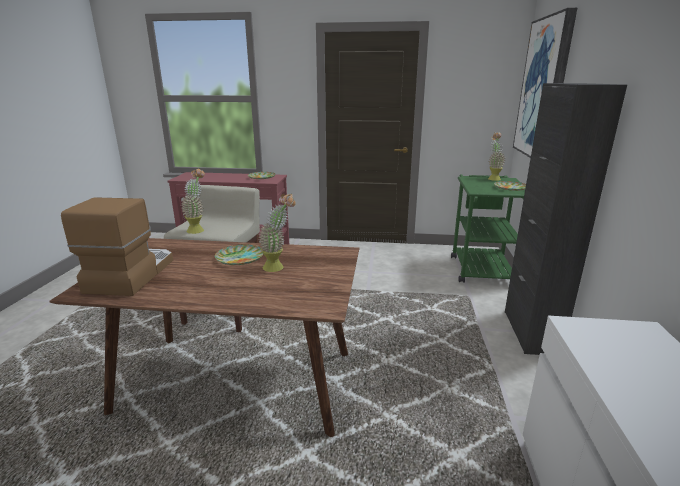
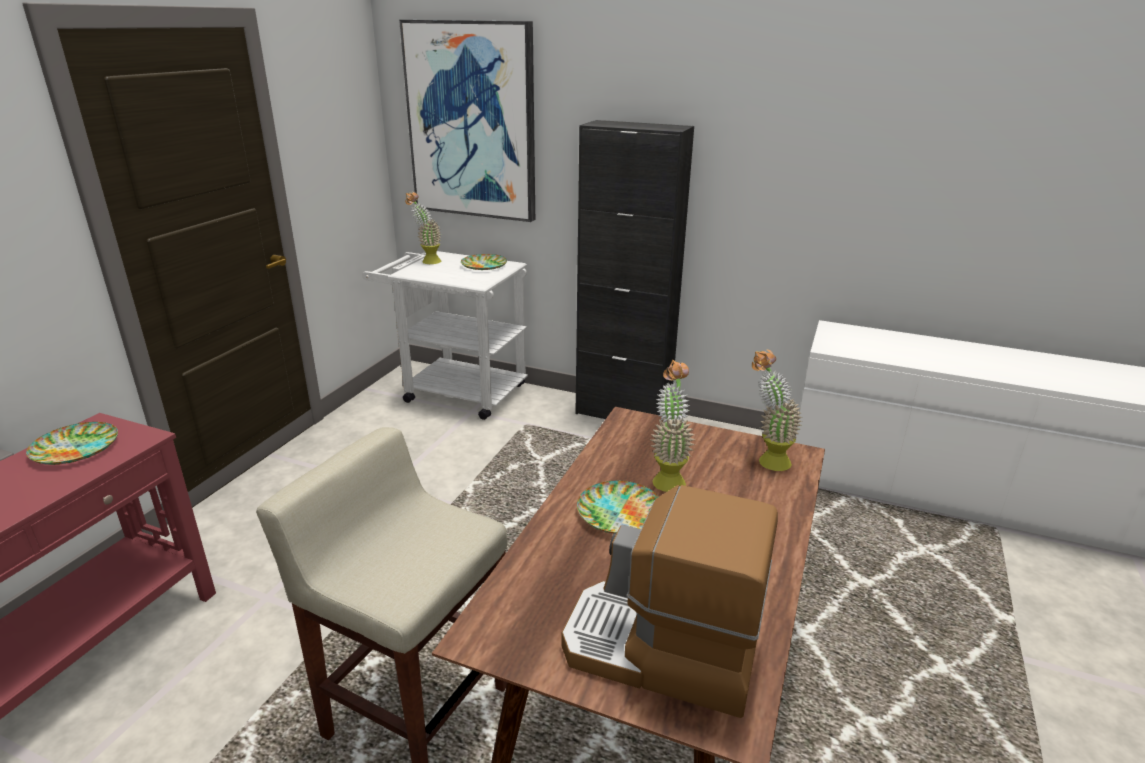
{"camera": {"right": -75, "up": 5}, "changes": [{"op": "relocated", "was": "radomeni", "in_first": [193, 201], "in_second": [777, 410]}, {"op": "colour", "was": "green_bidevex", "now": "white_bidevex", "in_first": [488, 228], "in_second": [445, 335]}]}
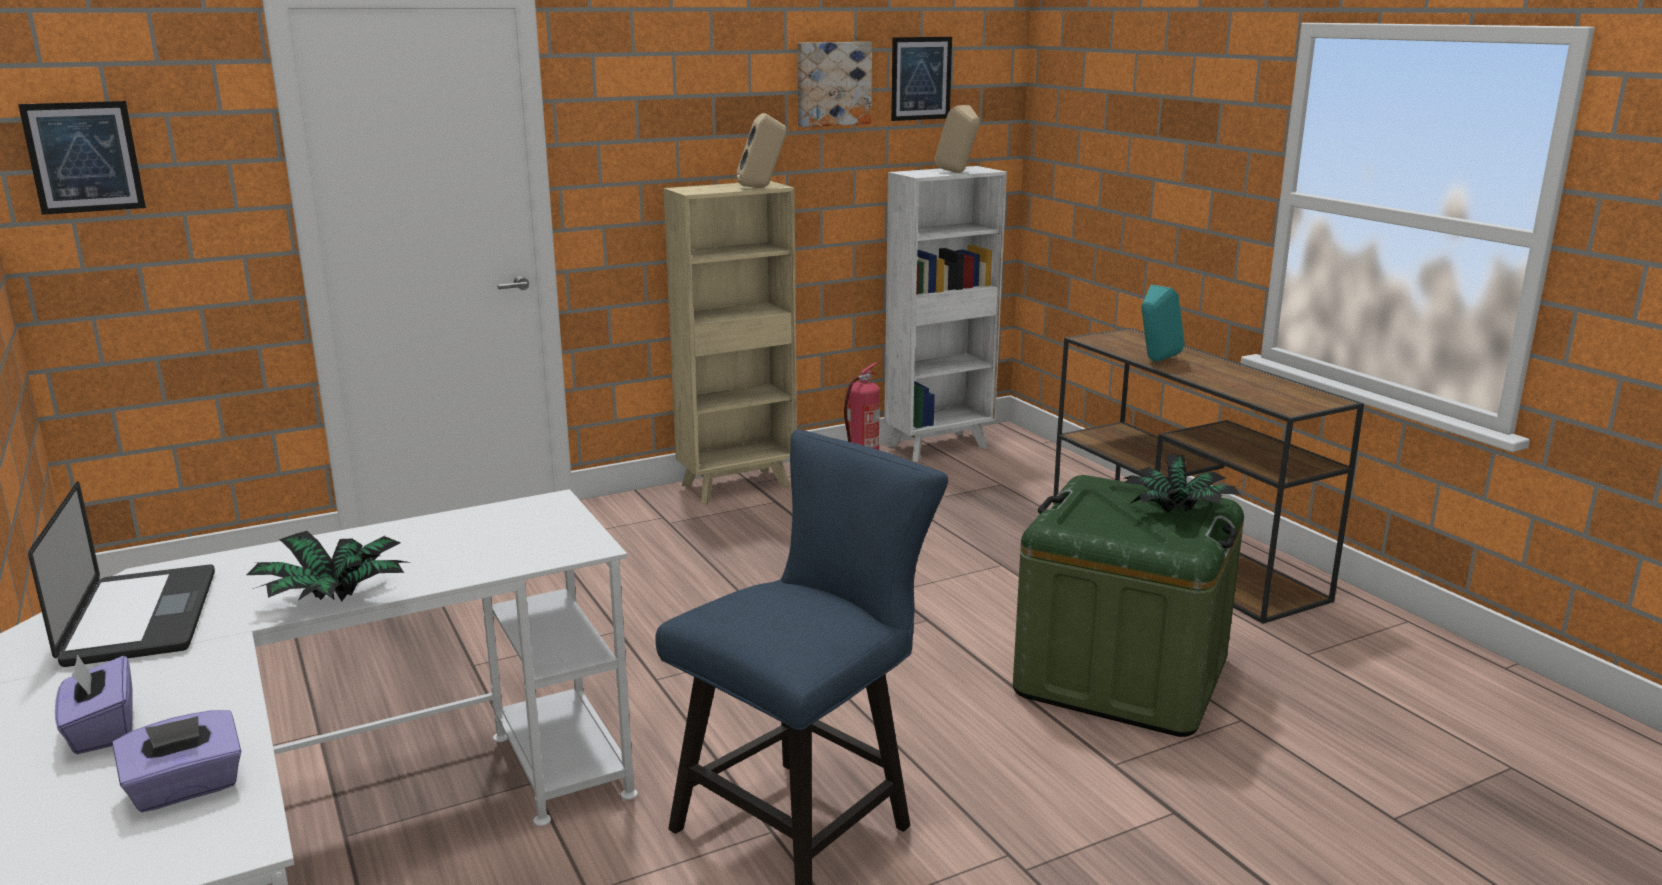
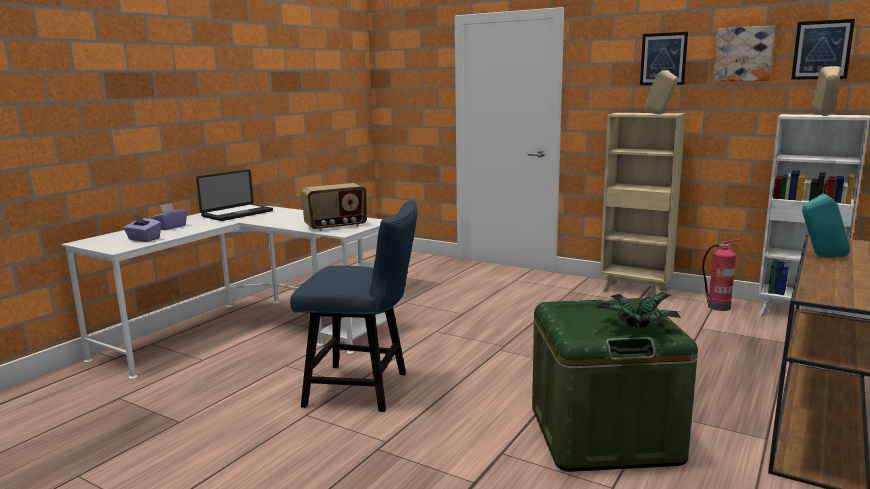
{"camera": {"right": 60, "up": -5}, "changes": [{"op": "missing", "was": "radomeni", "in_first": [327, 566]}, {"op": "appeared", "now": "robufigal", "in_second": [334, 207]}, {"op": "relocated", "was": "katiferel", "in_first": [82, 158], "in_second": [664, 58]}]}
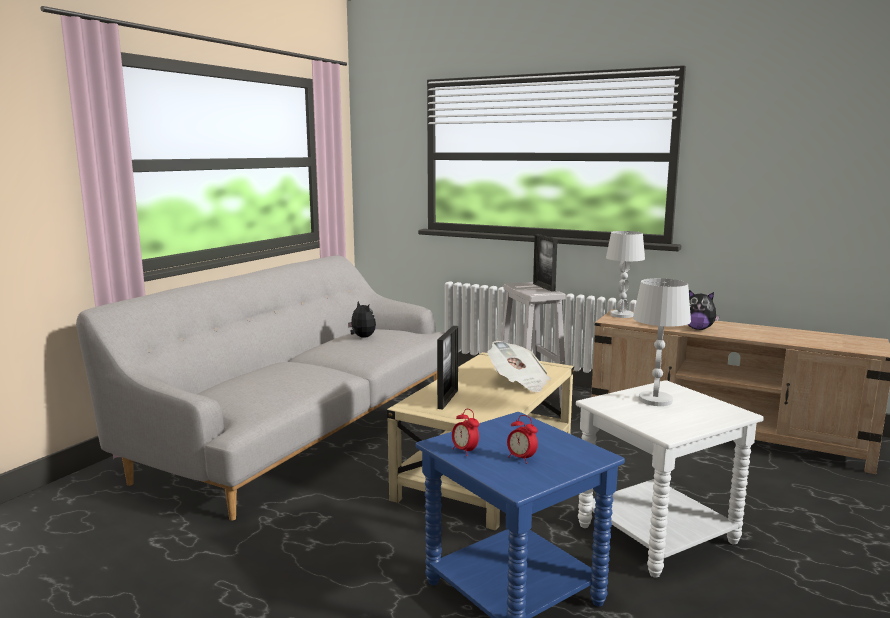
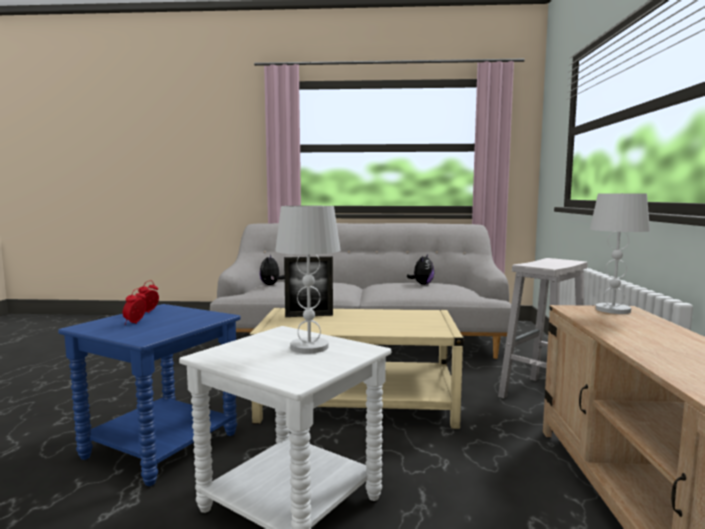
{"camera": {"right": 65, "up": -5}, "changes": [{"op": "missing", "was": "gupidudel", "in_first": [519, 367]}, {"op": "missing", "was": "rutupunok", "in_first": [545, 263]}, {"op": "relocated", "was": "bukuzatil", "in_first": [704, 310], "in_second": [272, 270]}]}
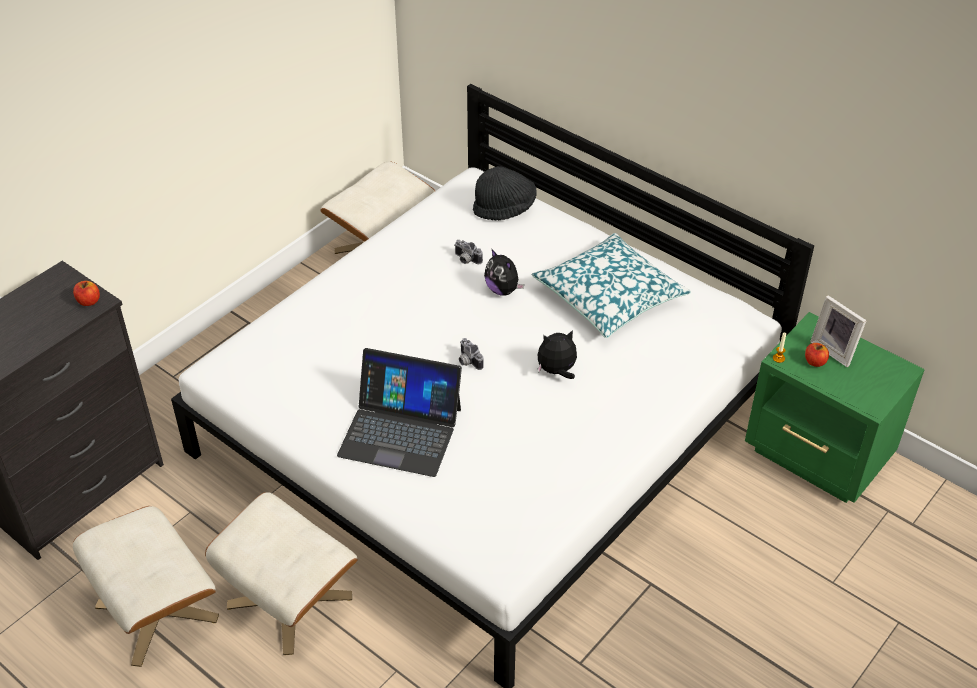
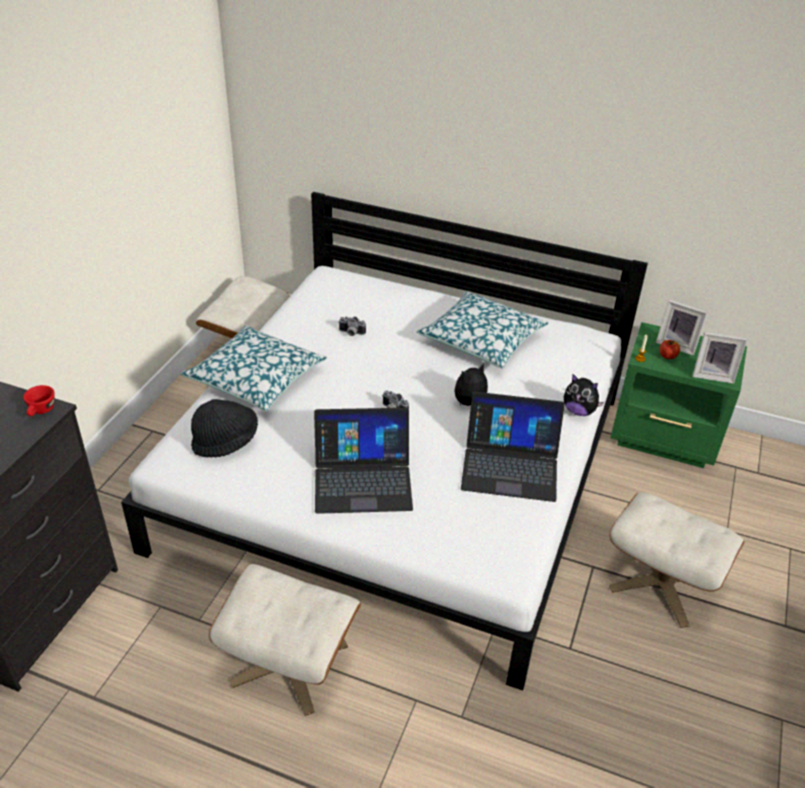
{"camera": {"right": -20, "up": -5}, "changes": [{"op": "appeared", "now": "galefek", "in_second": [254, 368]}, {"op": "appeared", "now": "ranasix", "in_second": [513, 447]}, {"op": "appeared", "now": "rutupunok", "in_second": [719, 358]}, {"op": "relocated", "was": "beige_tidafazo", "in_first": [146, 586], "in_second": [677, 560]}, {"op": "relocated", "was": "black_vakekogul", "in_first": [505, 193], "in_second": [224, 428]}, {"op": "relocated", "was": "bukuzatil", "in_first": [504, 272], "in_second": [584, 395]}, {"op": "exchanged", "was": "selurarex", "now": "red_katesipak", "in_first": [86, 293], "in_second": [39, 400]}]}
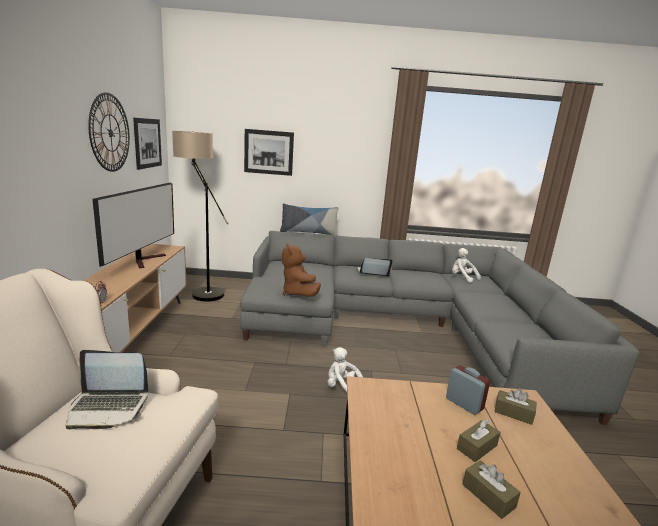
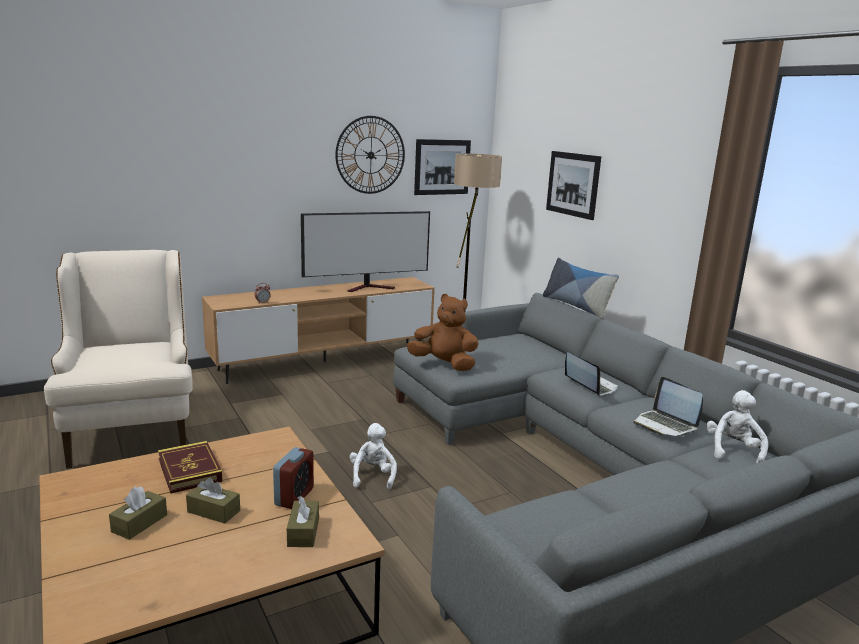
{"camera": {"right": 60, "up": 0}, "changes": [{"op": "appeared", "now": "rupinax", "in_second": [190, 467]}, {"op": "relocated", "was": "ranasix", "in_first": [107, 389], "in_second": [668, 407]}, {"op": "spun", "was": "brown_bukuzatil", "in_first": [301, 270], "in_second": [443, 332], "clockwise": 75}]}
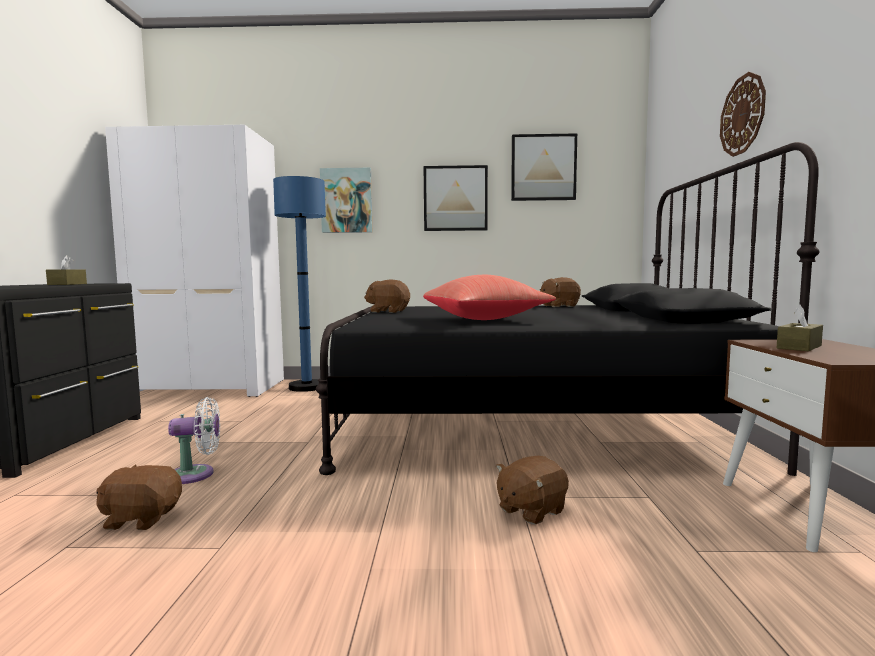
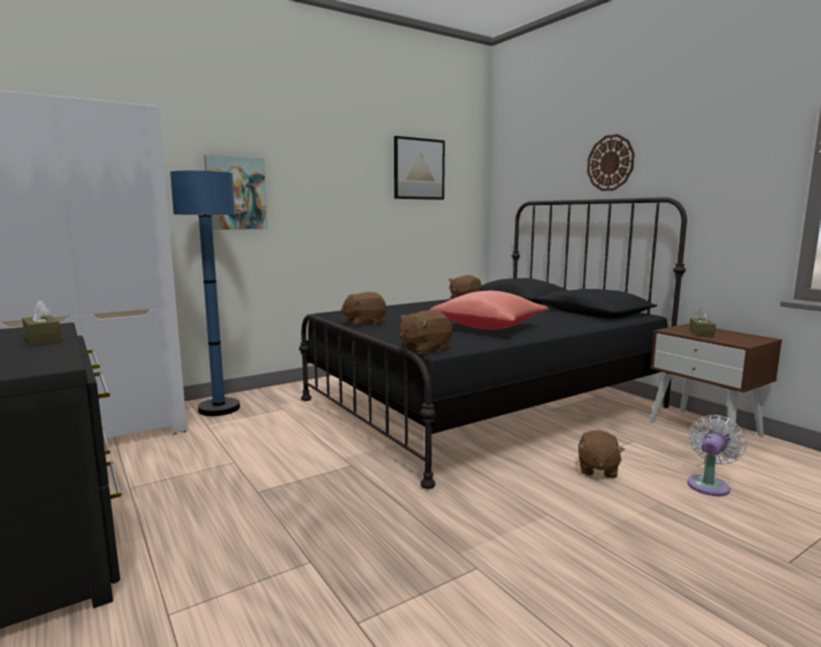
{"camera": {"right": -35, "up": 5}, "changes": [{"op": "missing", "was": "katiferel", "in_first": [456, 198]}, {"op": "relocated", "was": "brown_bukuzatil", "in_first": [139, 497], "in_second": [426, 332]}, {"op": "relocated", "was": "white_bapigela", "in_first": [194, 440], "in_second": [717, 455]}]}
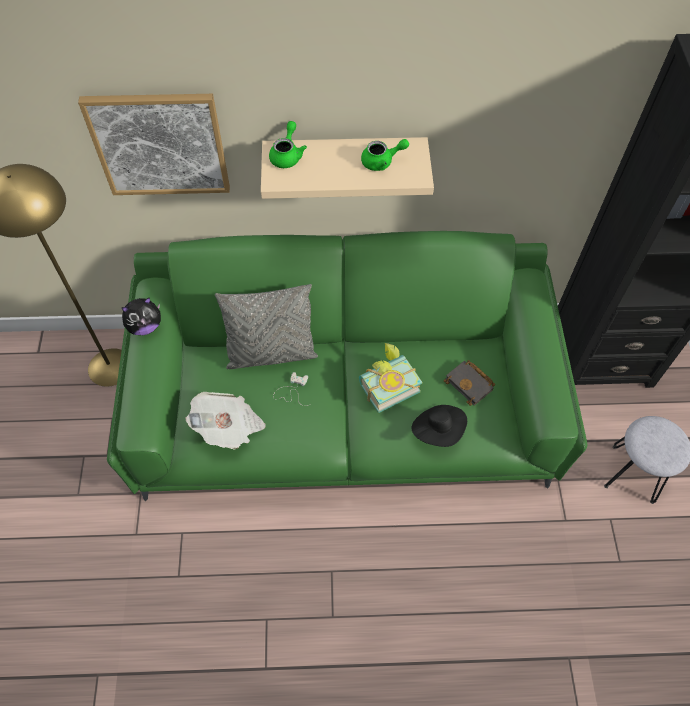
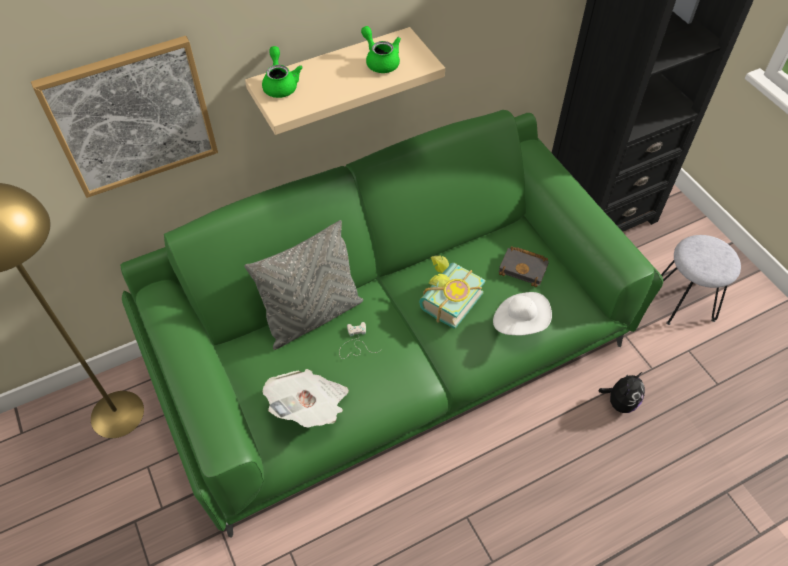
{"camera": {"right": -25, "up": -5}, "changes": [{"op": "relocated", "was": "bukuzatil", "in_first": [141, 316], "in_second": [621, 392]}, {"op": "colour", "was": "black_vakekogul", "now": "white_vakekogul", "in_first": [439, 426], "in_second": [522, 313]}, {"op": "spun", "was": "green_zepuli", "in_first": [385, 155], "in_second": [381, 49], "clockwise": -90}]}
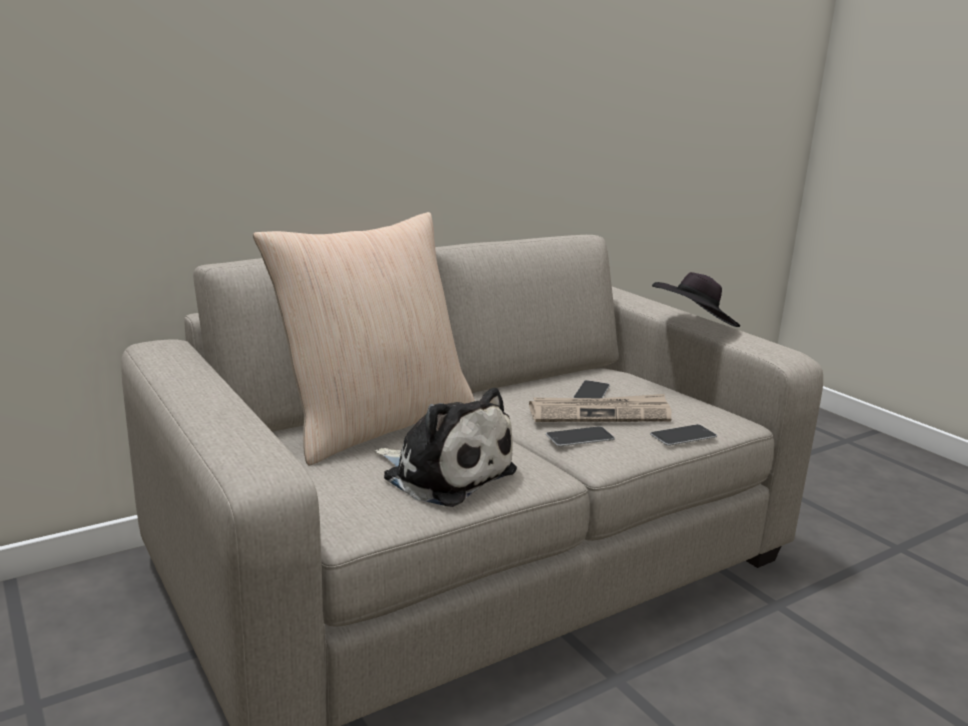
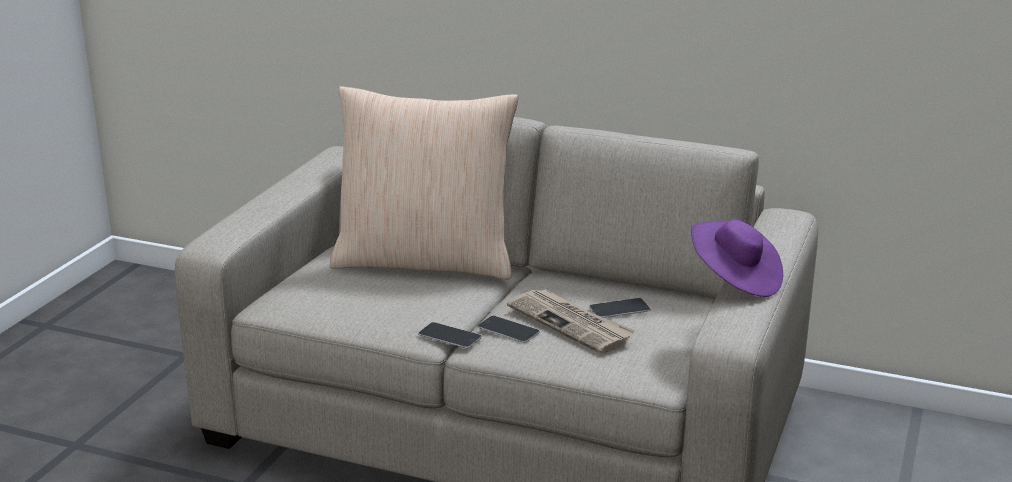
{"camera": {"right": 55, "up": 5}, "changes": [{"op": "missing", "was": "bukuzatil", "in_first": [445, 447]}, {"op": "relocated", "was": "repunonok", "in_first": [683, 435], "in_second": [450, 335]}, {"op": "colour", "was": "black_vakekogul", "now": "purple_vakekogul", "in_first": [696, 299], "in_second": [737, 258]}]}
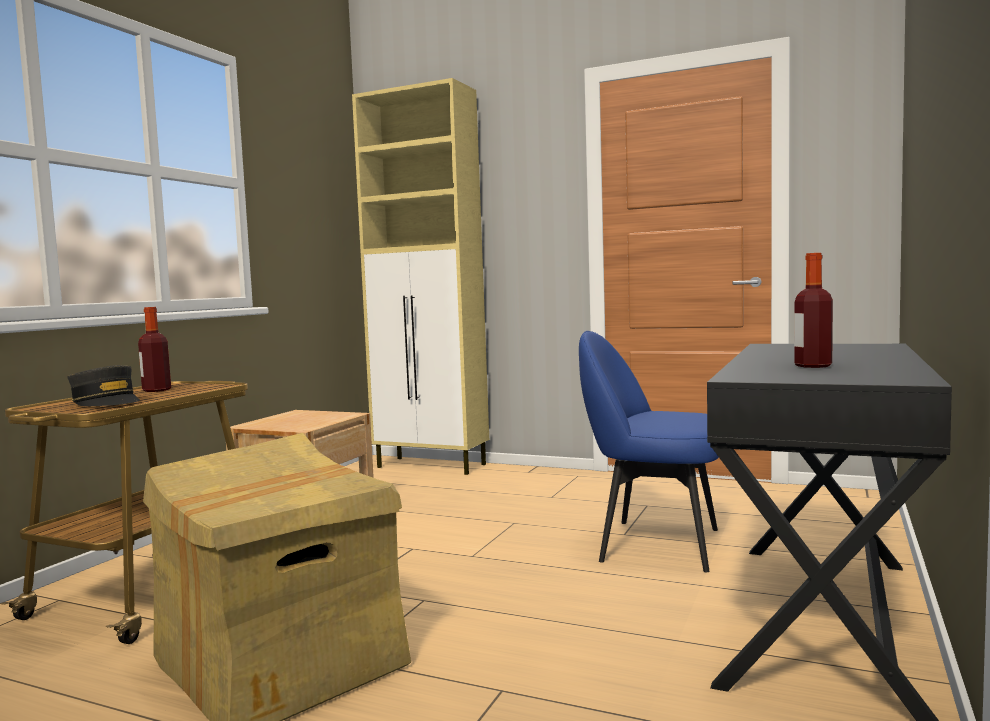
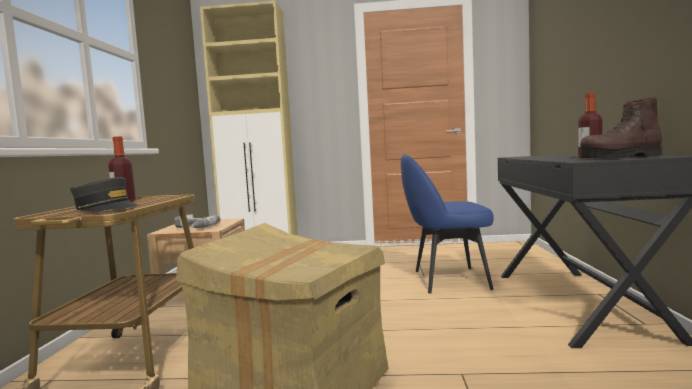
{"camera": {"right": -20, "up": 0}, "changes": [{"op": "appeared", "now": "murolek", "in_second": [197, 221]}, {"op": "appeared", "now": "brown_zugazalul", "in_second": [621, 127]}]}
